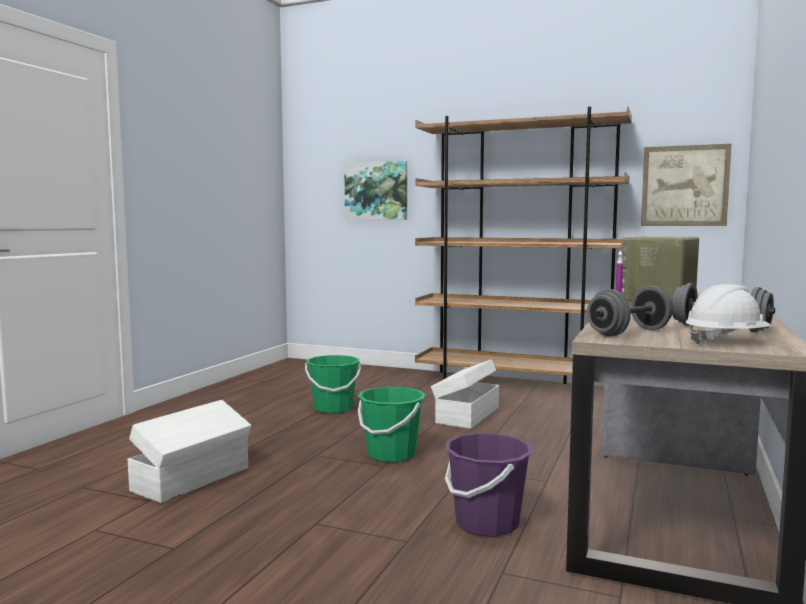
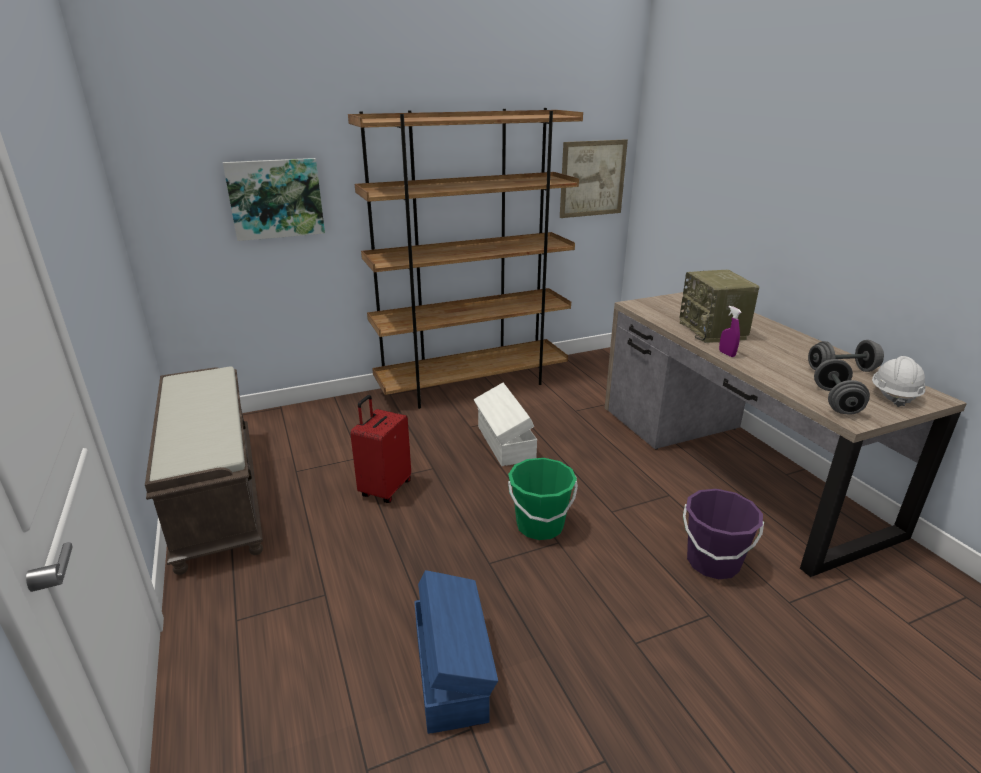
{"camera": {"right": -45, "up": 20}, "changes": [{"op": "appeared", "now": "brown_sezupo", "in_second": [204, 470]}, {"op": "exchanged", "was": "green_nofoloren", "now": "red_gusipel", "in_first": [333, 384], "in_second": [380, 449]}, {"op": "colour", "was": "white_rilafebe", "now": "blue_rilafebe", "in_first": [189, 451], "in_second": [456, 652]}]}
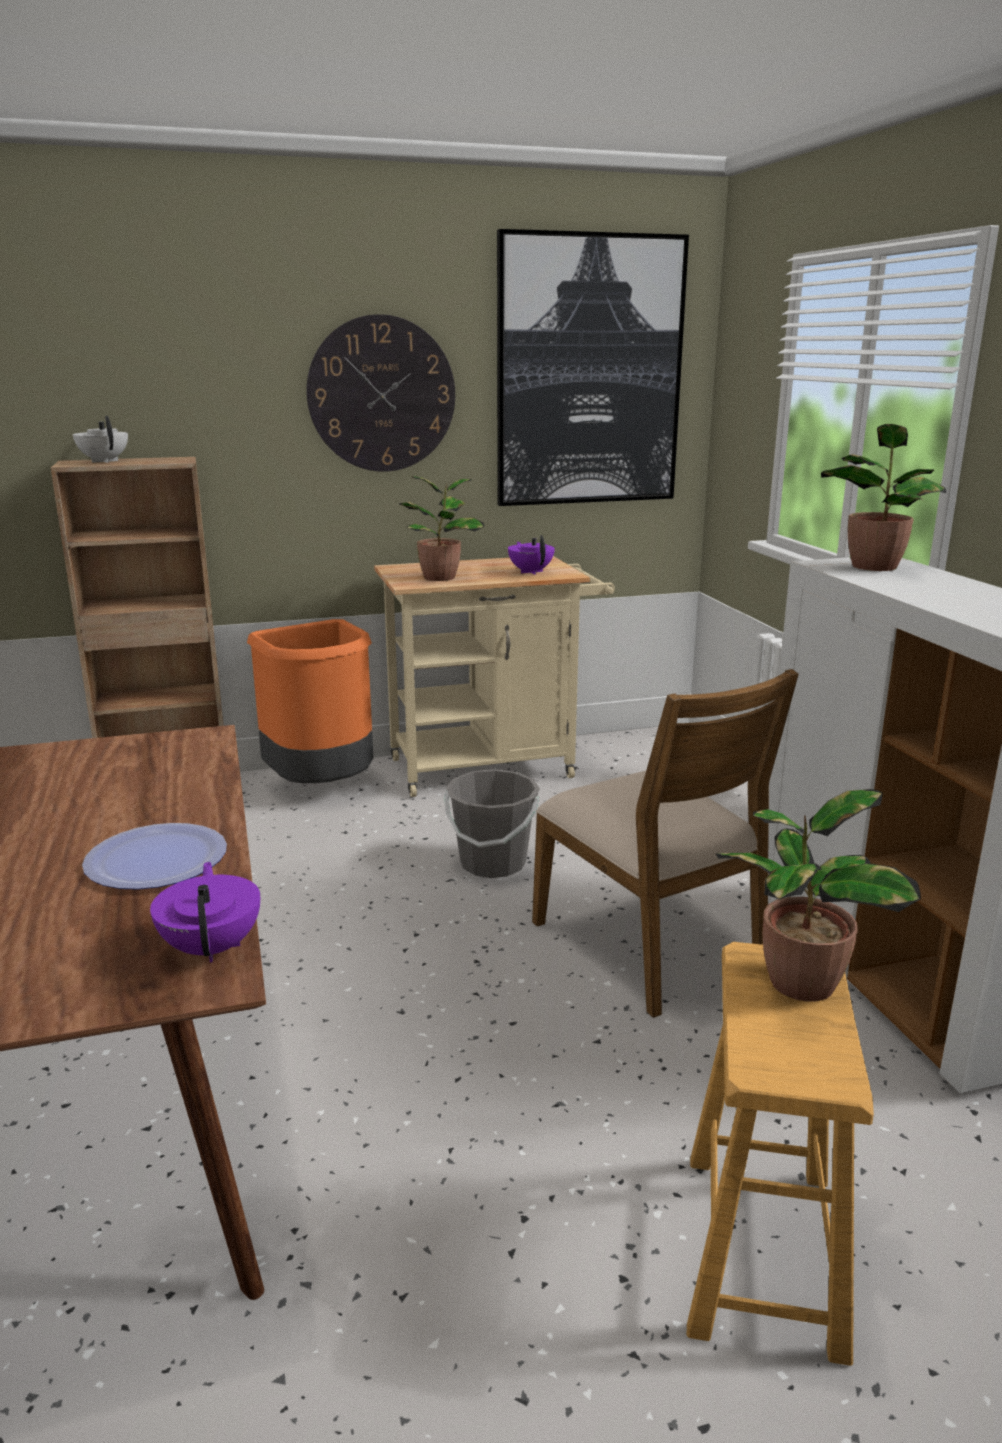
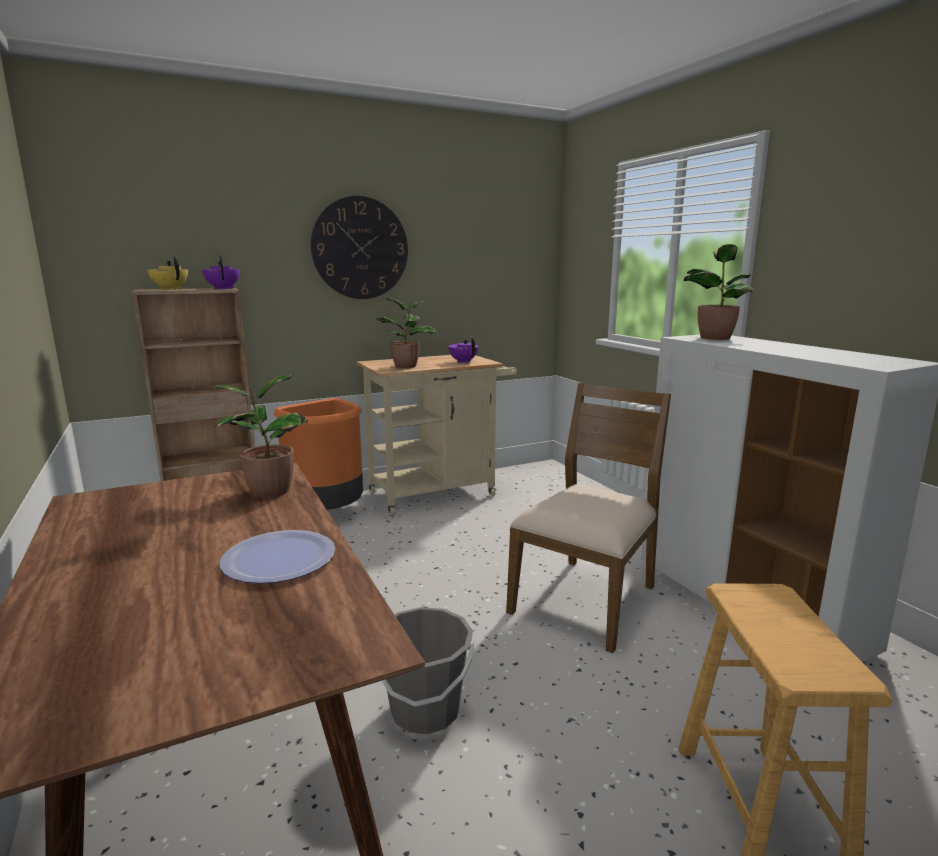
{"camera": {"right": -10, "up": -5}, "changes": [{"op": "missing", "was": "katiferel", "in_first": [593, 367]}, {"op": "relocated", "was": "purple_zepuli", "in_first": [205, 912], "in_second": [221, 272]}, {"op": "relocated", "was": "grey_nofoloren", "in_first": [492, 823], "in_second": [428, 670]}, {"op": "relocated", "was": "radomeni", "in_first": [818, 895], "in_second": [261, 436]}, {"op": "colour", "was": "white_zepuli", "now": "yellow_zepuli", "in_first": [100, 439], "in_second": [167, 273]}, {"op": "spun", "was": "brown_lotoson", "in_first": [665, 843], "in_second": [588, 518], "clockwise": -105}]}
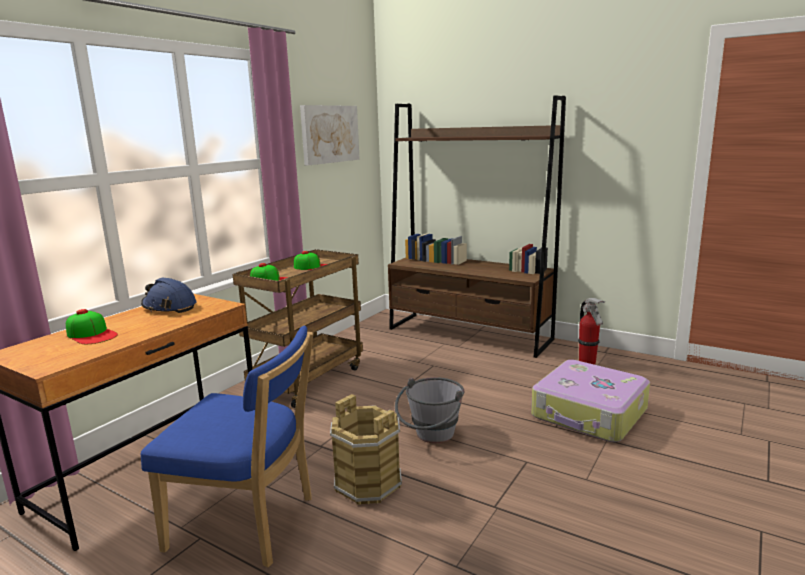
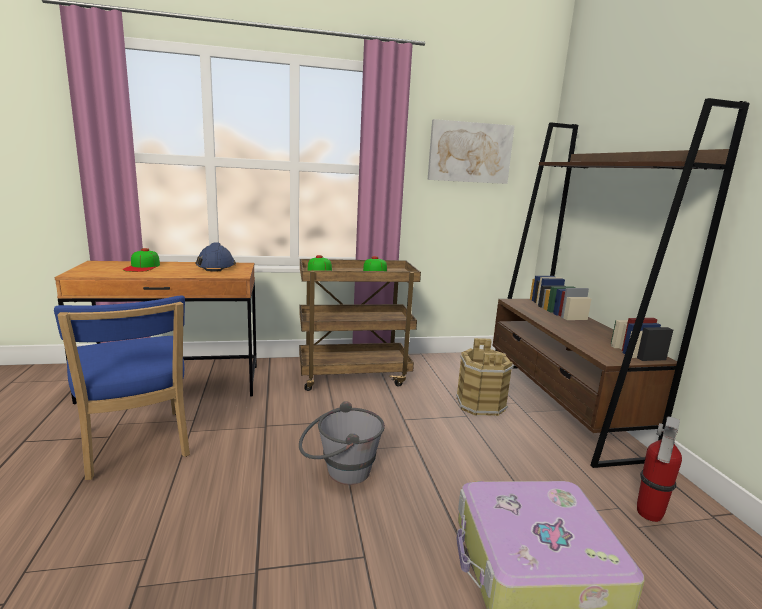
{"camera": {"right": 45, "up": 0}, "changes": [{"op": "relocated", "was": "brown_nofoloren", "in_first": [366, 449], "in_second": [485, 377]}]}
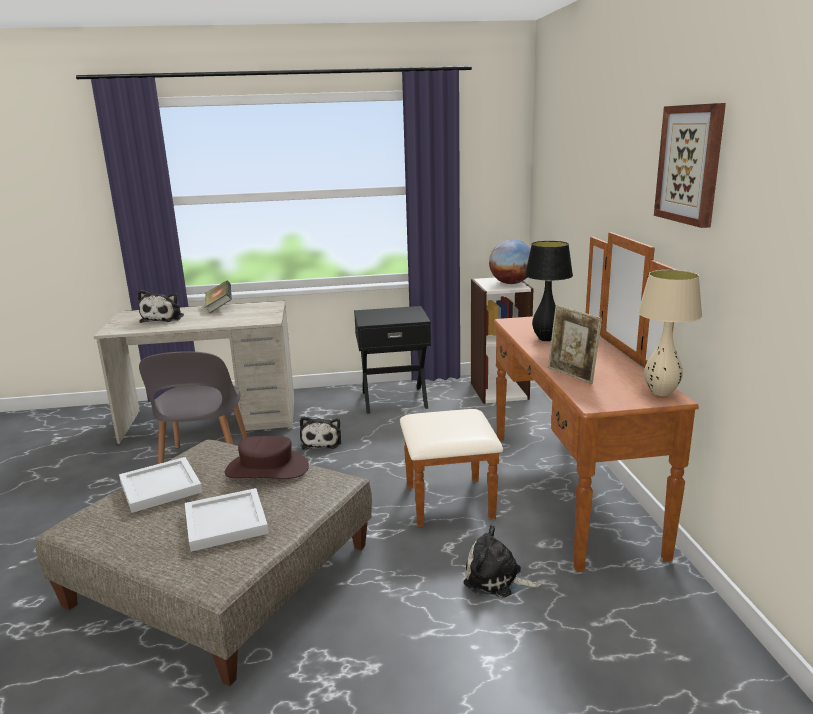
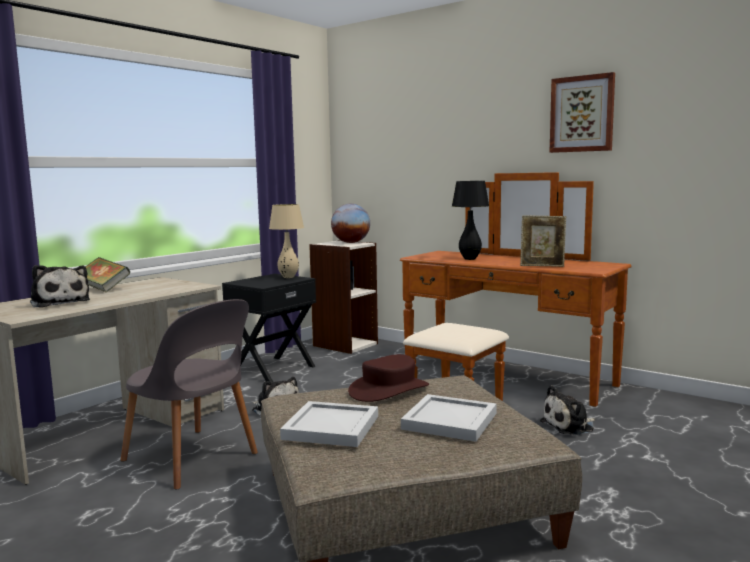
{"camera": {"right": -45, "up": -10}, "changes": [{"op": "relocated", "was": "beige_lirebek", "in_first": [670, 333], "in_second": [286, 241]}]}
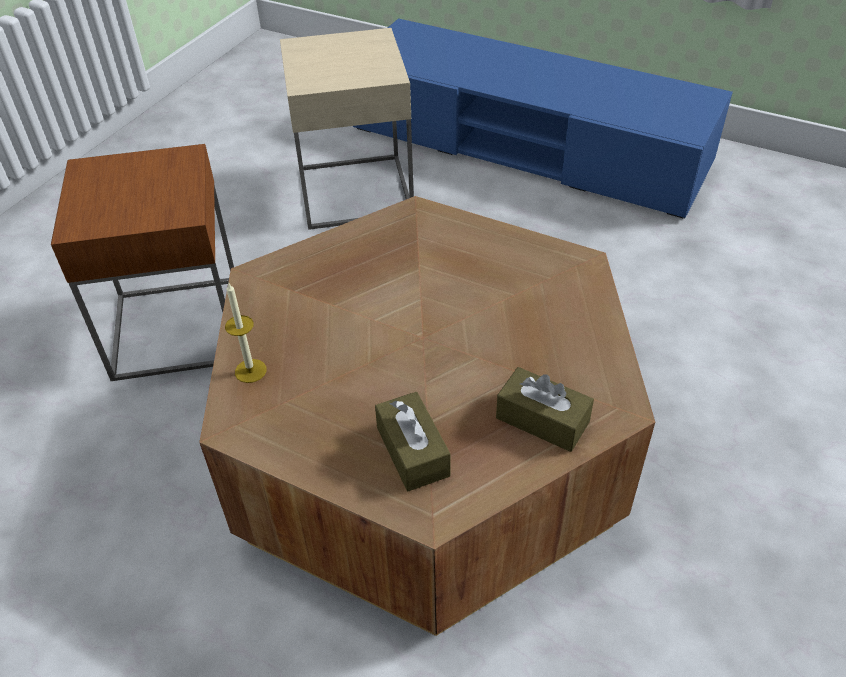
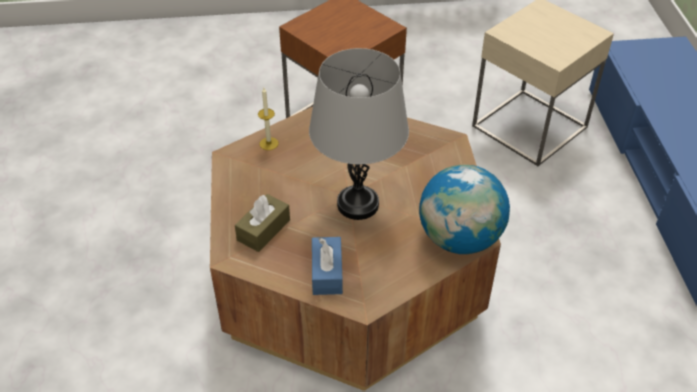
{"camera": {"right": 55, "up": 0}, "changes": [{"op": "appeared", "now": "grey_lirebek", "in_second": [359, 134]}, {"op": "appeared", "now": "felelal", "in_second": [464, 209]}, {"op": "colour", "was": "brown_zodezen", "now": "blue_zodezen", "in_first": [545, 409], "in_second": [327, 266]}]}
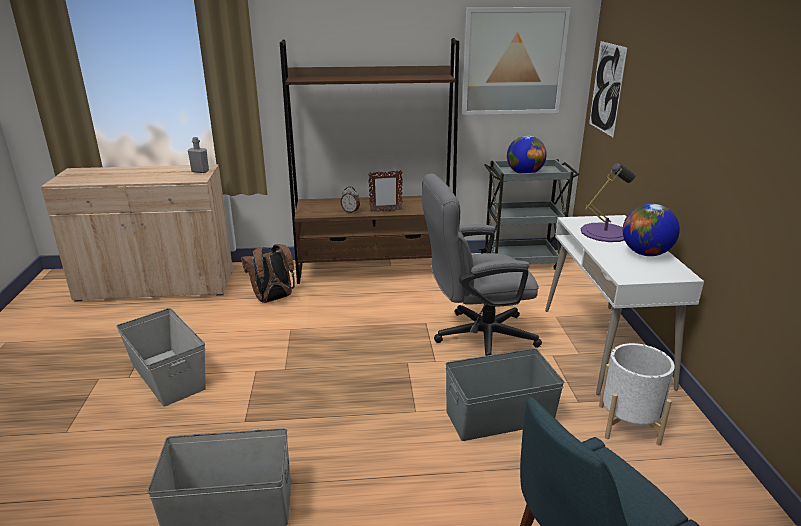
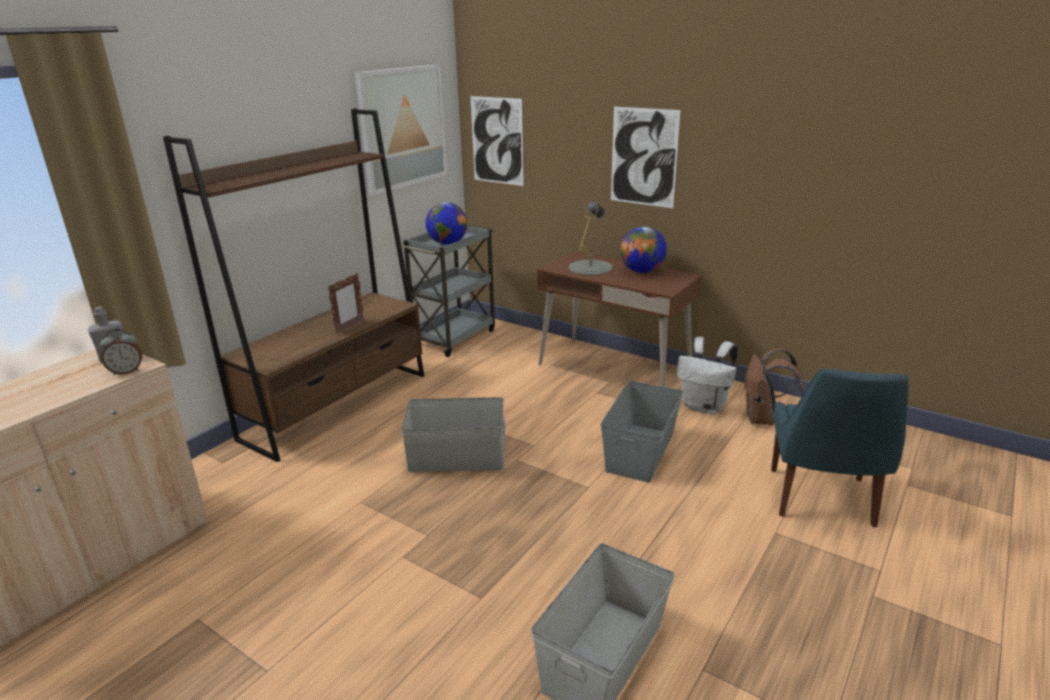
{"camera": {"right": -50, "up": 0}, "changes": [{"op": "missing", "was": "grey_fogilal", "in_first": [482, 265]}, {"op": "appeared", "now": "katiferel", "in_second": [646, 157]}, {"op": "relocated", "was": "grey_rilafebe", "in_first": [161, 357], "in_second": [453, 434]}, {"op": "relocated", "was": "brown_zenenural", "in_first": [268, 273], "in_second": [773, 386]}, {"op": "relocated", "was": "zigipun", "in_first": [350, 199], "in_second": [121, 352]}, {"op": "exchanged", "was": "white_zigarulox", "now": "white_zenenural", "in_first": [637, 394], "in_second": [707, 375]}, {"op": "colour", "was": "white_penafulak", "now": "brown_penafulak", "in_first": [624, 305], "in_second": [619, 319]}, {"op": "colour", "was": "purple_lirebek", "now": "grey_lirebek", "in_first": [608, 202], "in_second": [590, 238]}]}
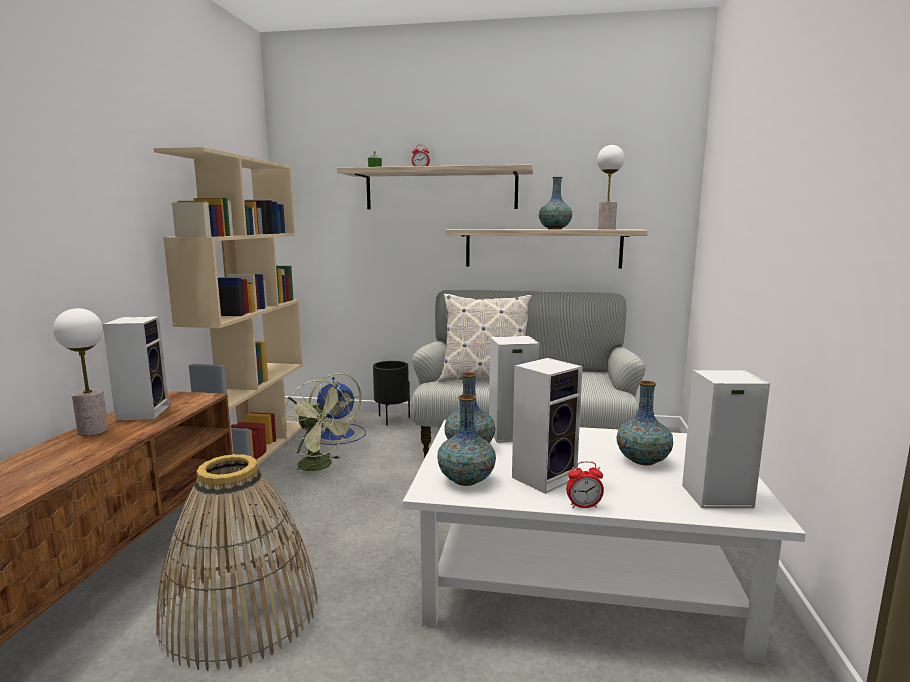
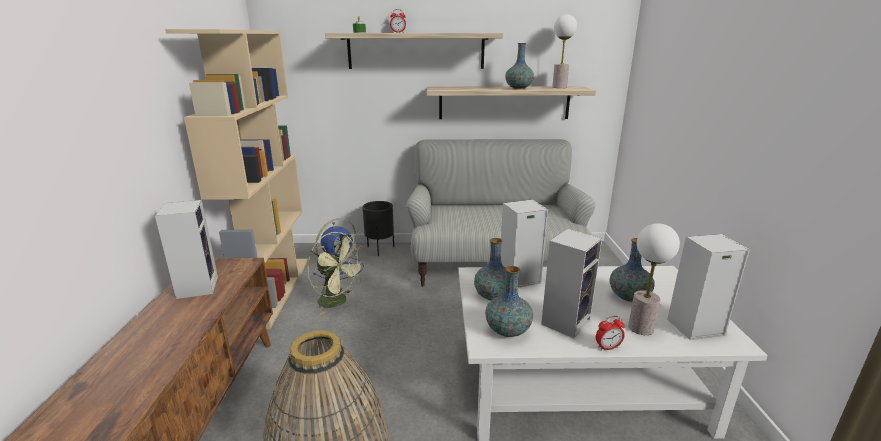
{"camera": {"right": -10, "up": 10}, "changes": [{"op": "missing", "was": "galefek", "in_first": [485, 338]}, {"op": "relocated", "was": "lirebek", "in_first": [81, 372], "in_second": [654, 279]}]}
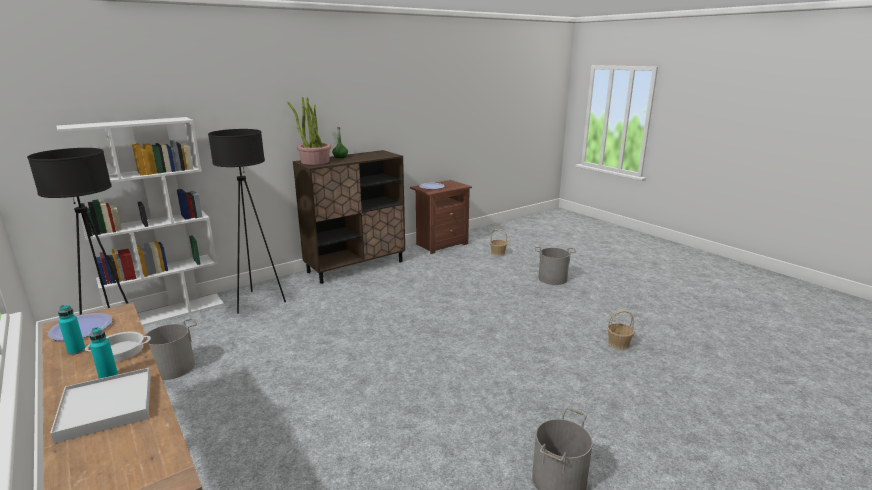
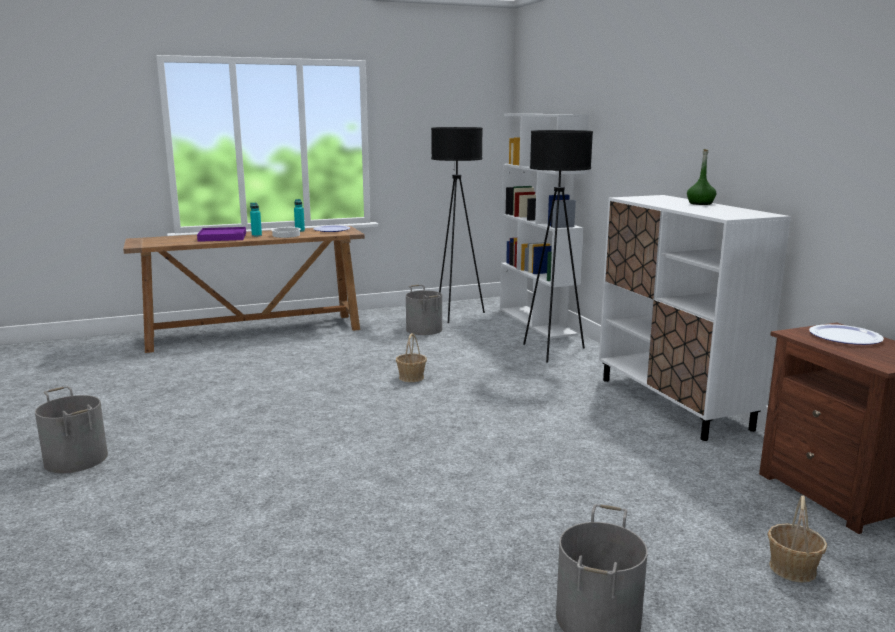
{"camera": {"right": 105, "up": -5}, "changes": [{"op": "missing", "was": "radomeni", "in_first": [309, 131]}, {"op": "relocated", "was": "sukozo", "in_first": [621, 330], "in_second": [411, 357]}, {"op": "colour", "was": "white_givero", "now": "purple_givero", "in_first": [100, 405], "in_second": [221, 234]}, {"op": "colour", "was": "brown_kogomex", "now": "white_kogomex", "in_first": [349, 217], "in_second": [695, 318]}]}
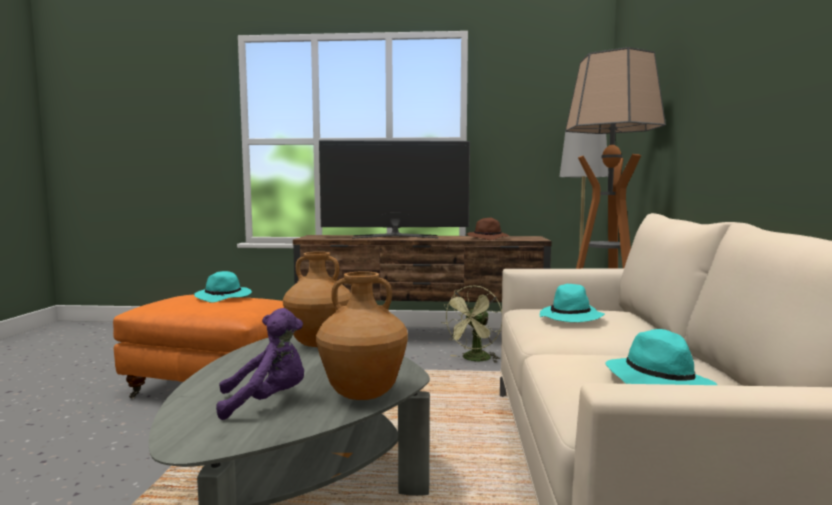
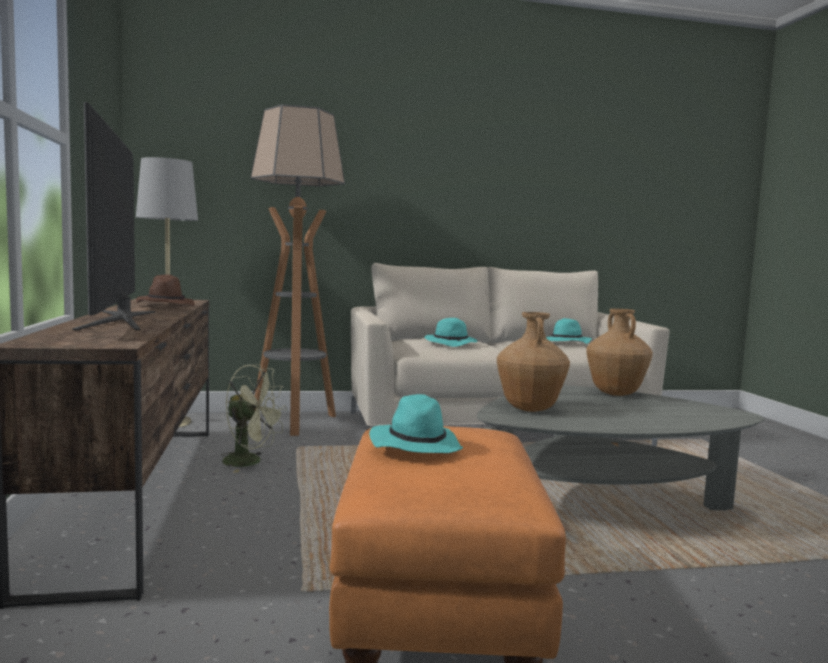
{"camera": {"right": -105, "up": 0}, "changes": [{"op": "missing", "was": "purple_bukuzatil", "in_first": [260, 364]}]}
